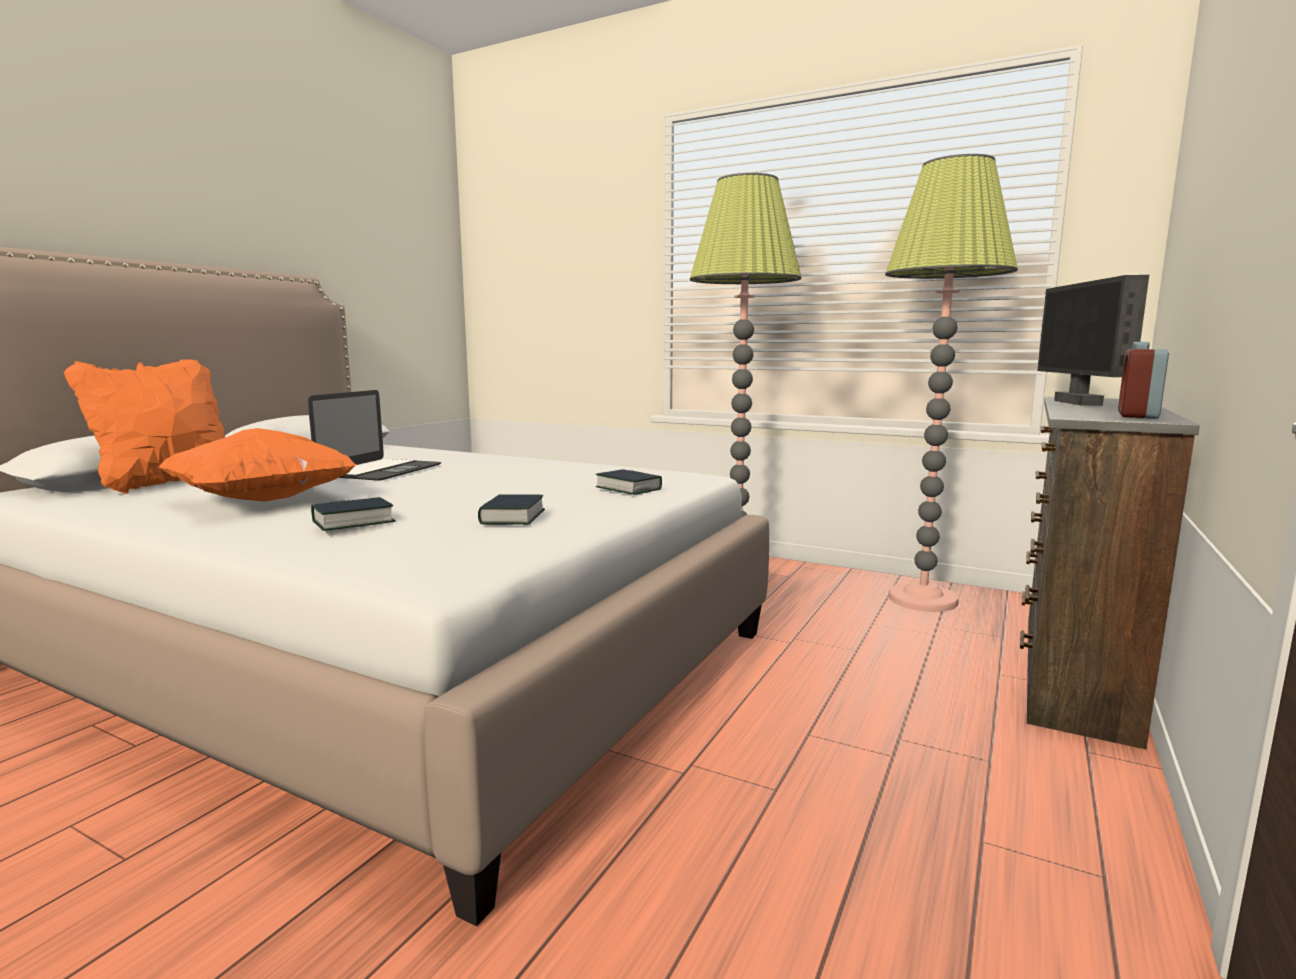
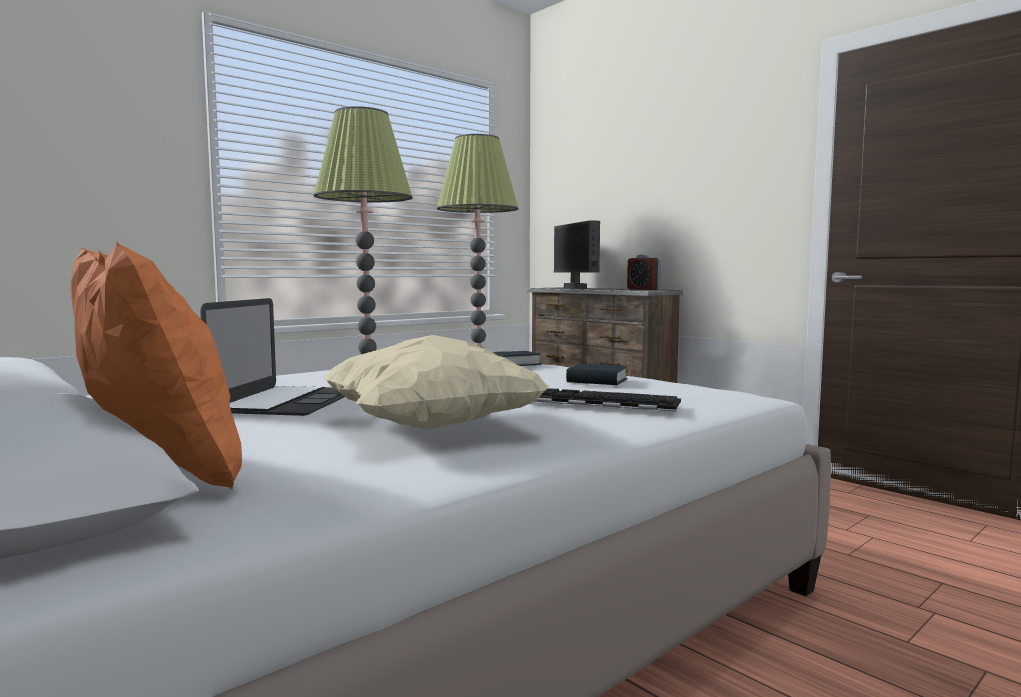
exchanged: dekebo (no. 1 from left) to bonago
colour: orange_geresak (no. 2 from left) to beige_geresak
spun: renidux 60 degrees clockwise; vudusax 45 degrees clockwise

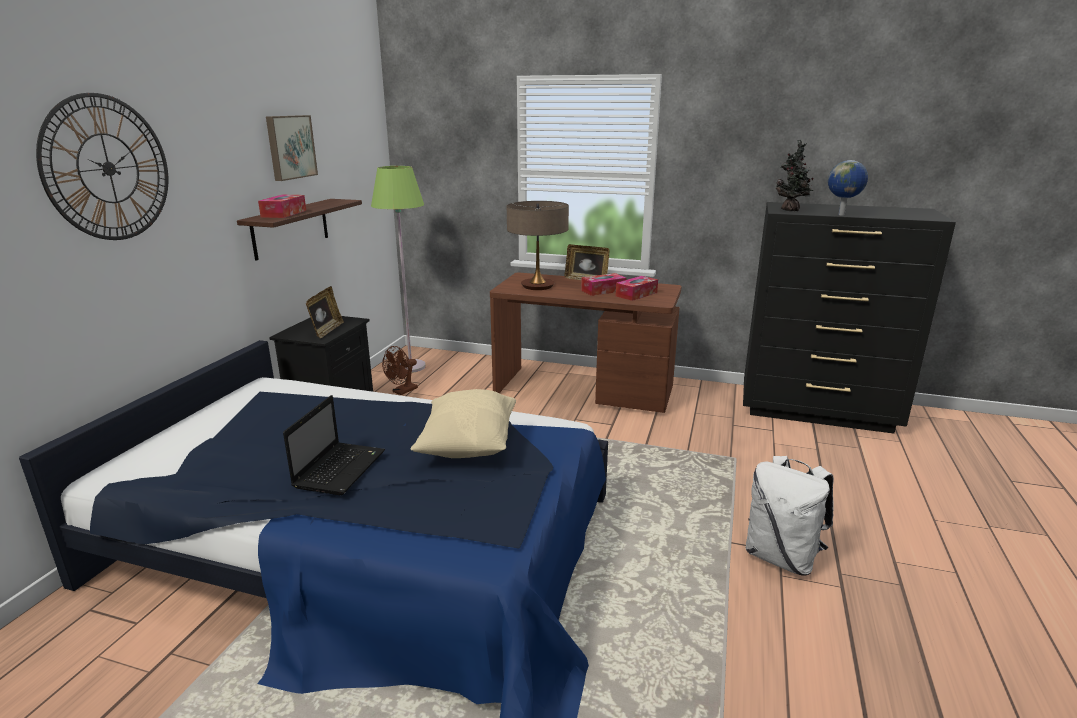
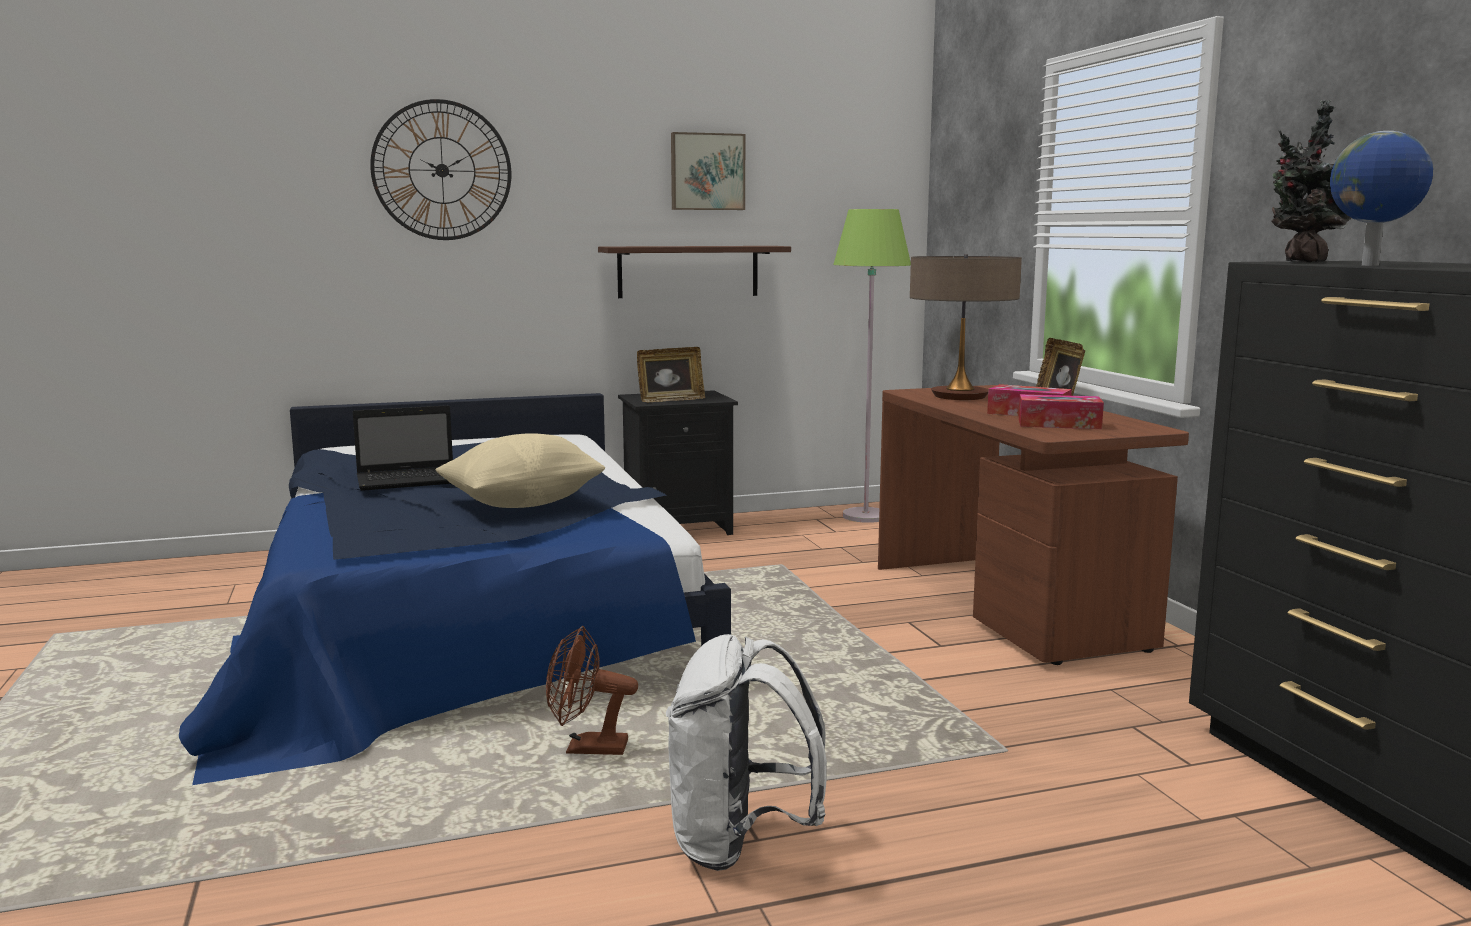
missing: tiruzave (no. 1 from left)
relocated: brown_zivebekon

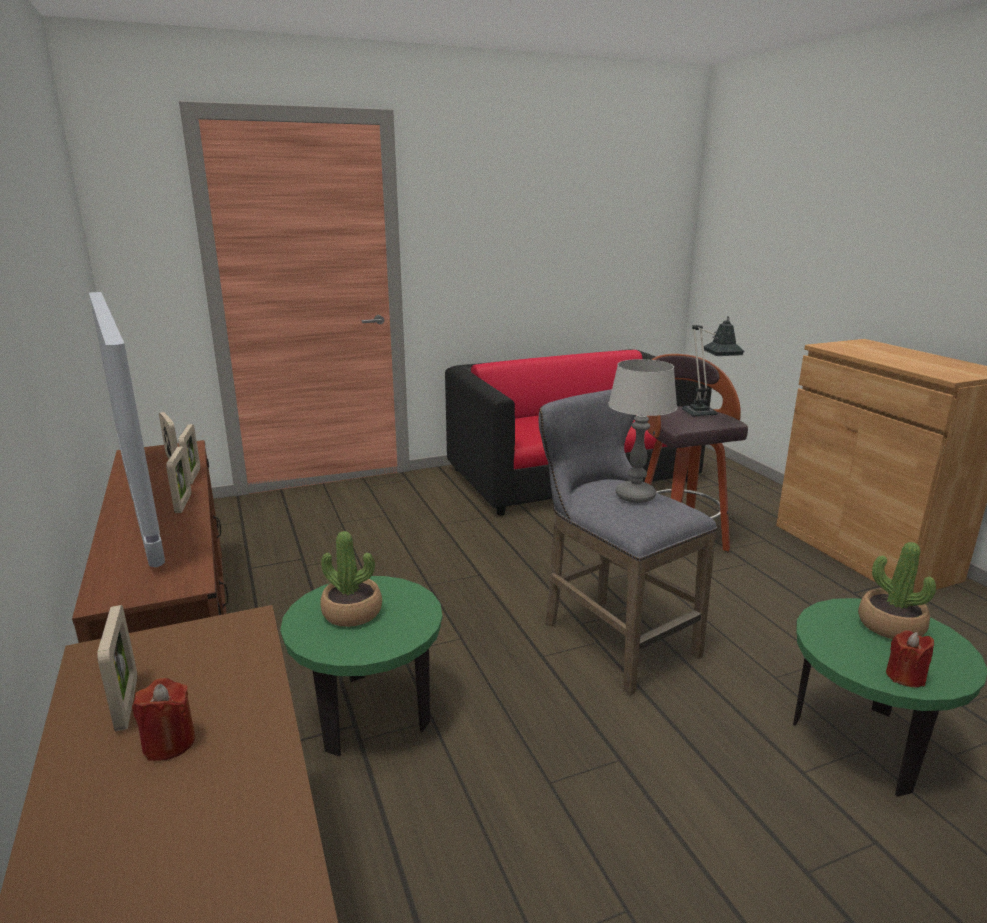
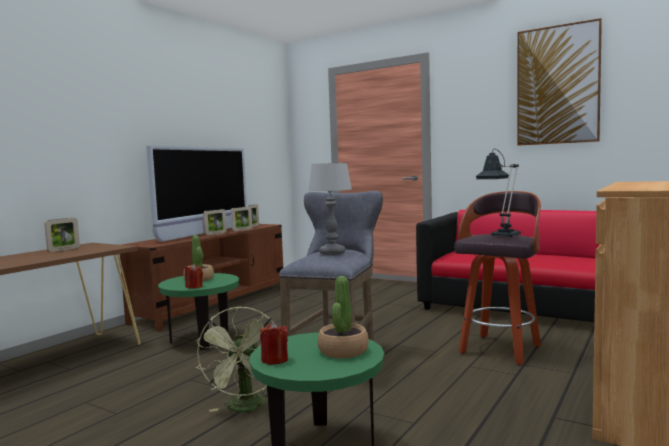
appeared: green_zivebekon; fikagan
relocated: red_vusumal (no. 1 from left)

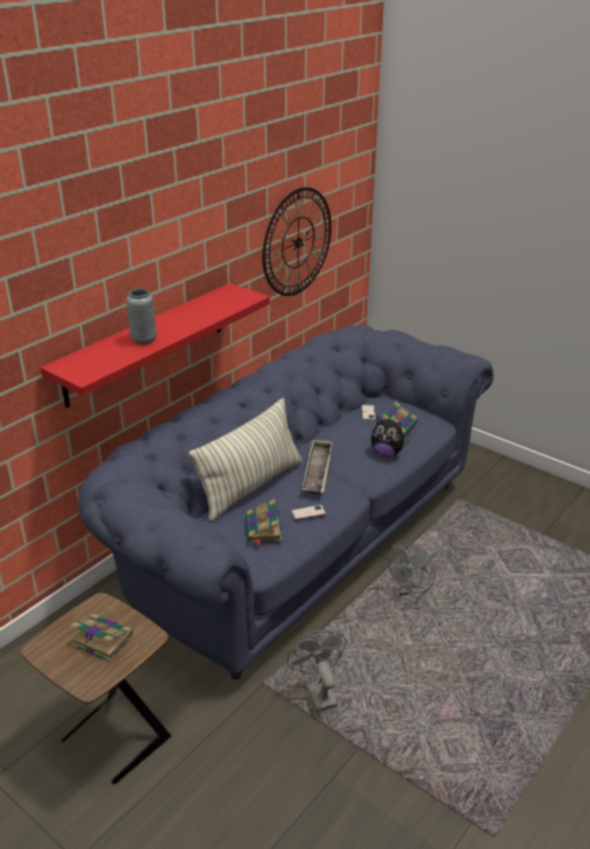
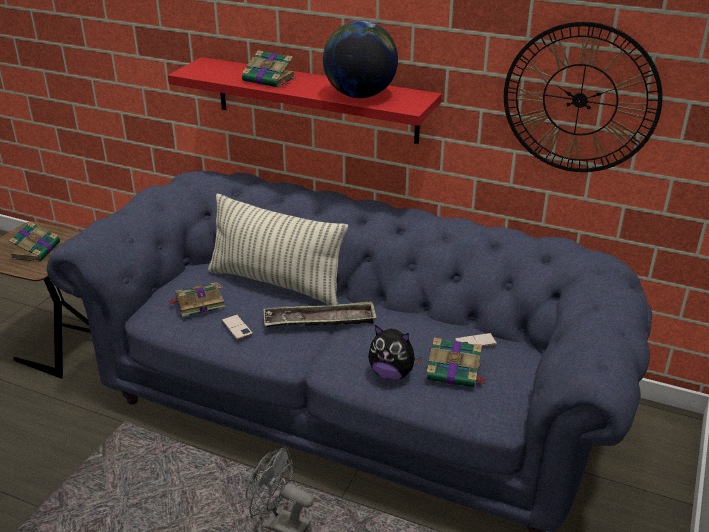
missing: grey_zivebekon (no. 1 from left)
appeared: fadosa
exchanged: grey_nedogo to dekebo (no. 3 from left)
spun: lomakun 75 degrees counterclockwise

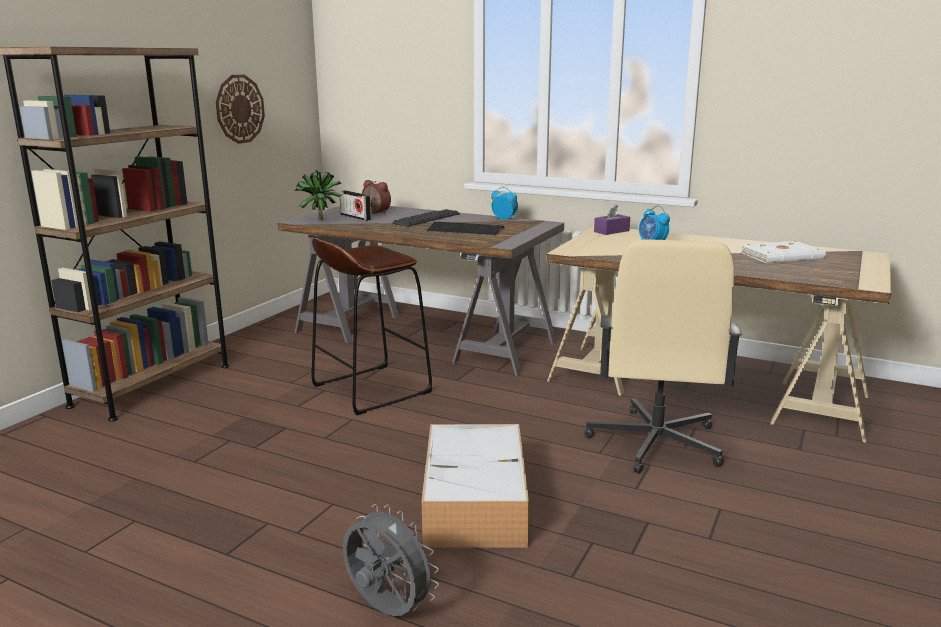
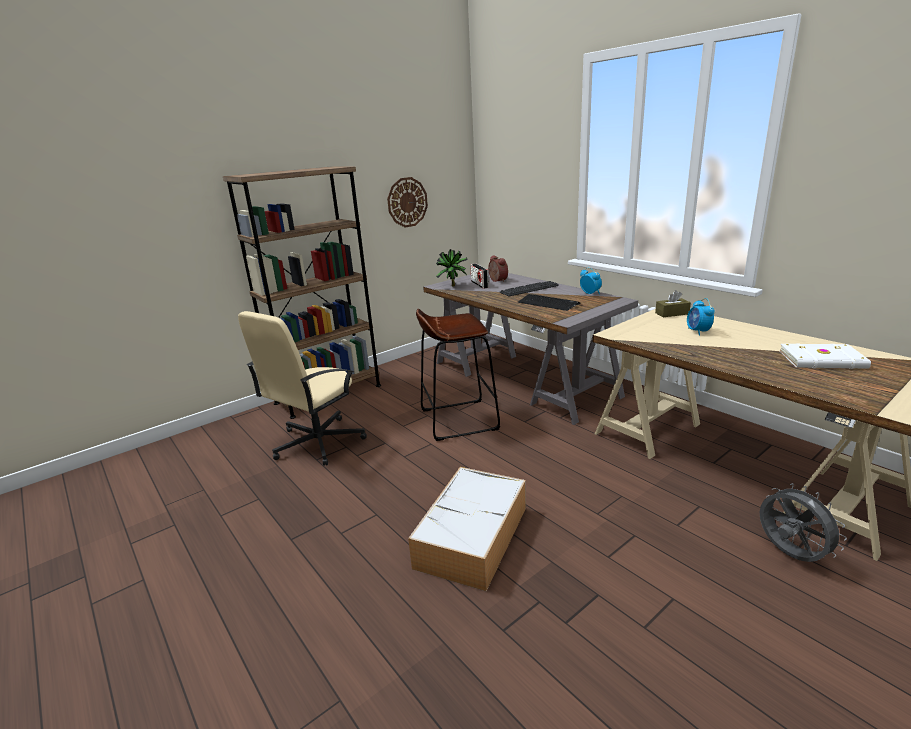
relocated: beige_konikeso; grey_zivebekon
colour: purple_tiruzave to brown_tiruzave

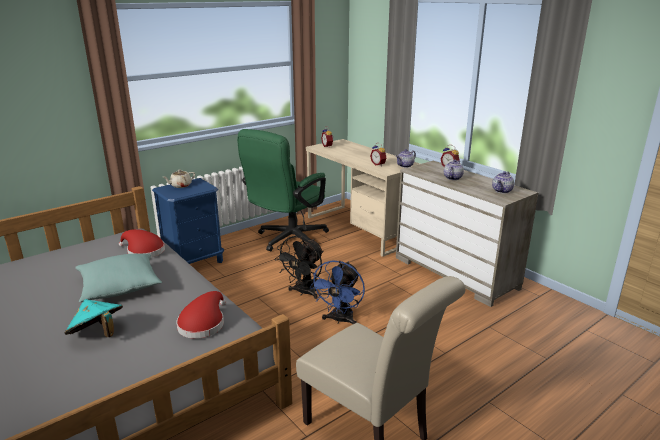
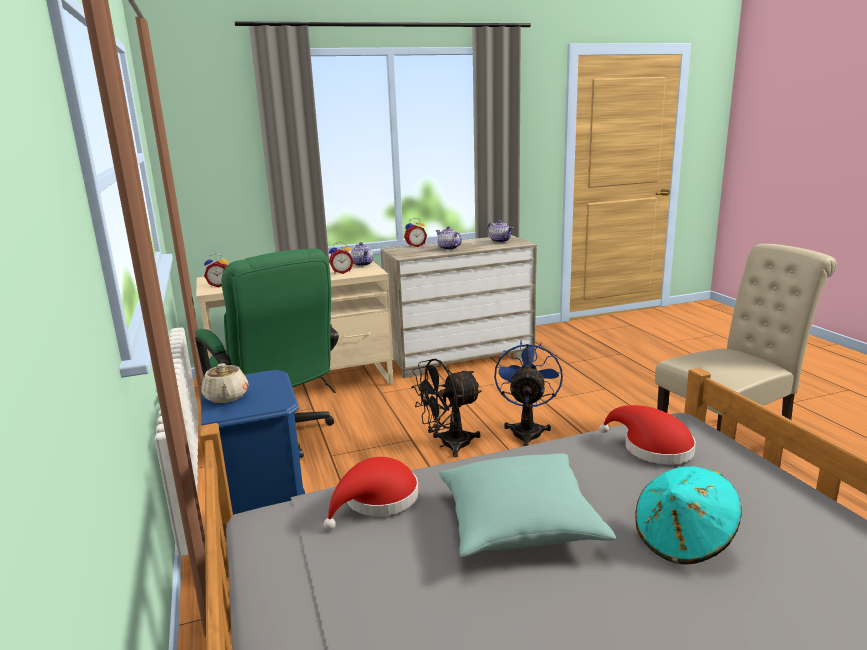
spun: black_zivebekon 105 degrees clockwise; blue_zivebekon 120 degrees counterclockwise

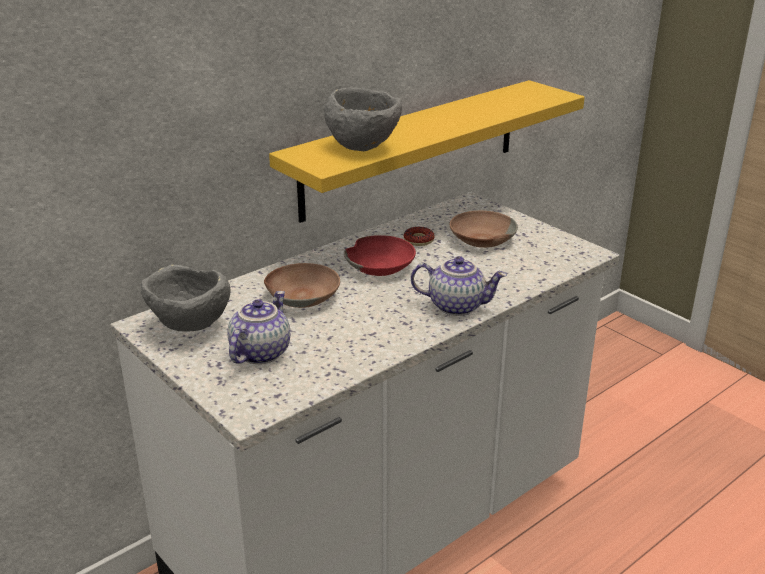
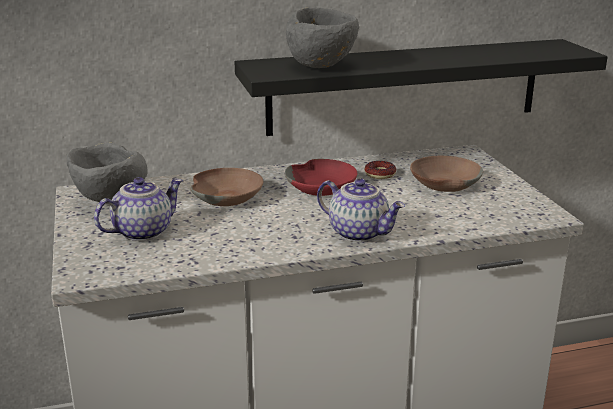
colour: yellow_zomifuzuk to black_zomifuzuk

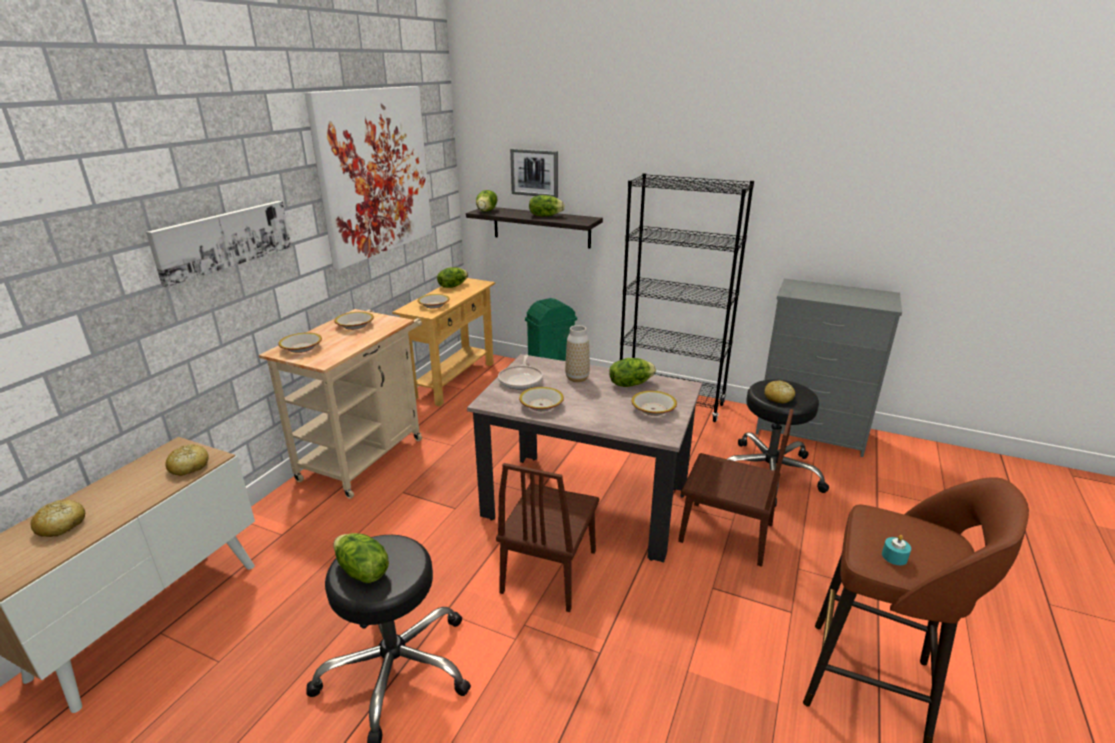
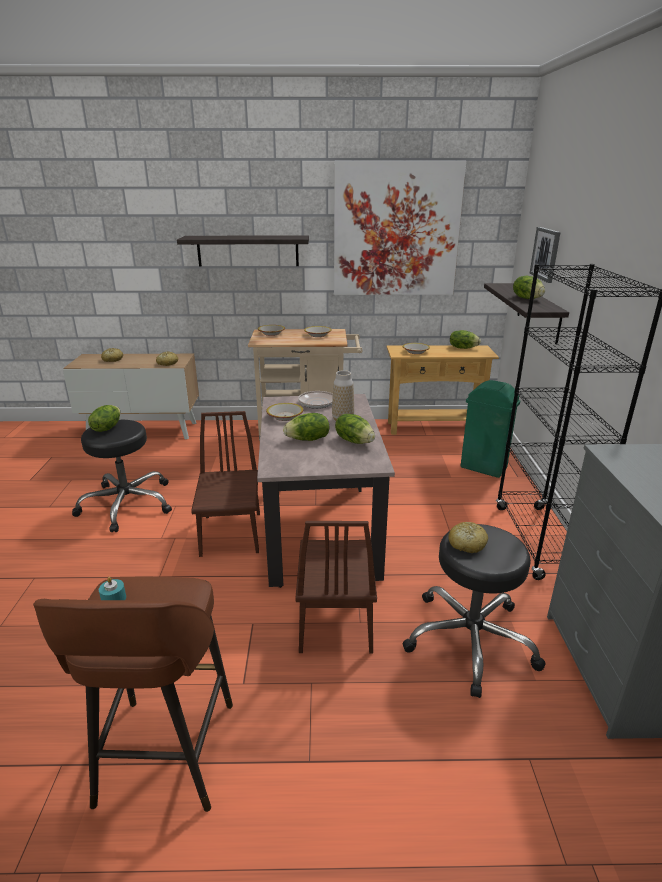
missing: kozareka (no. 5 from left)
relocated: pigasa (no. 3 from left in the first image) to pigasa (no. 2 from left)
exchanged: fikagan (no. 1 from left) to zomifuzuk (no. 1 from left)
spun: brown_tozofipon (no. 1 from left) 90 degrees clockwise

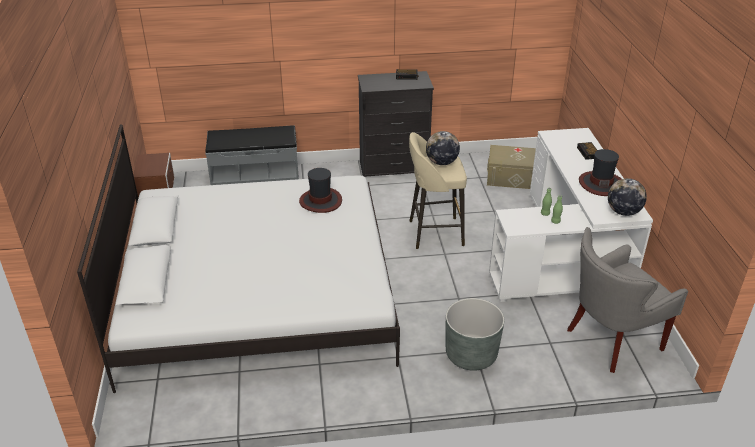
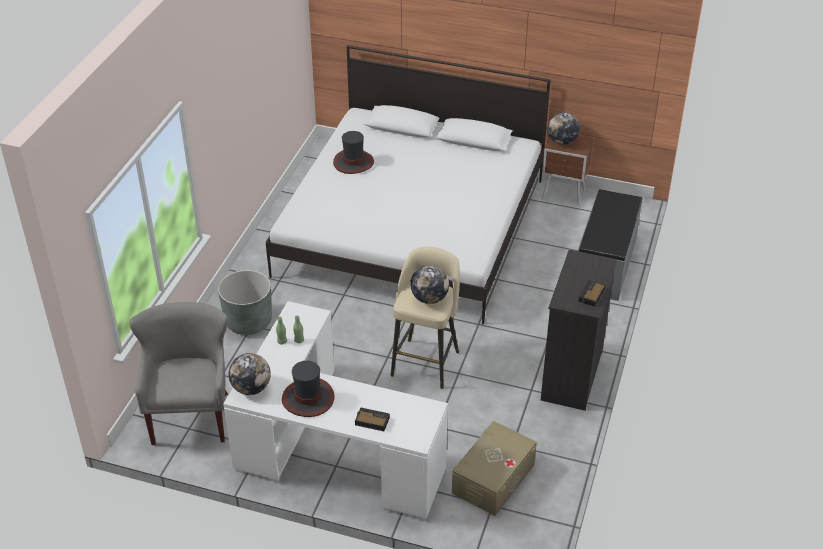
appeared: fadosa (no. 3 from left)
relocated: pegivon (no. 1 from left in the first image) to pegivon (no. 2 from left)

